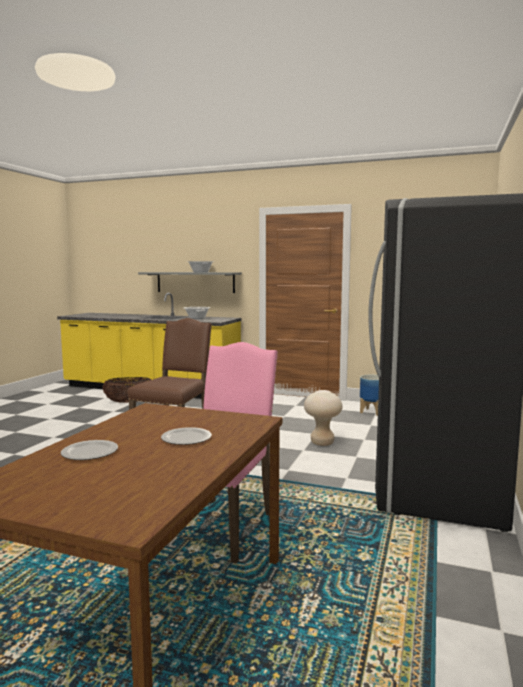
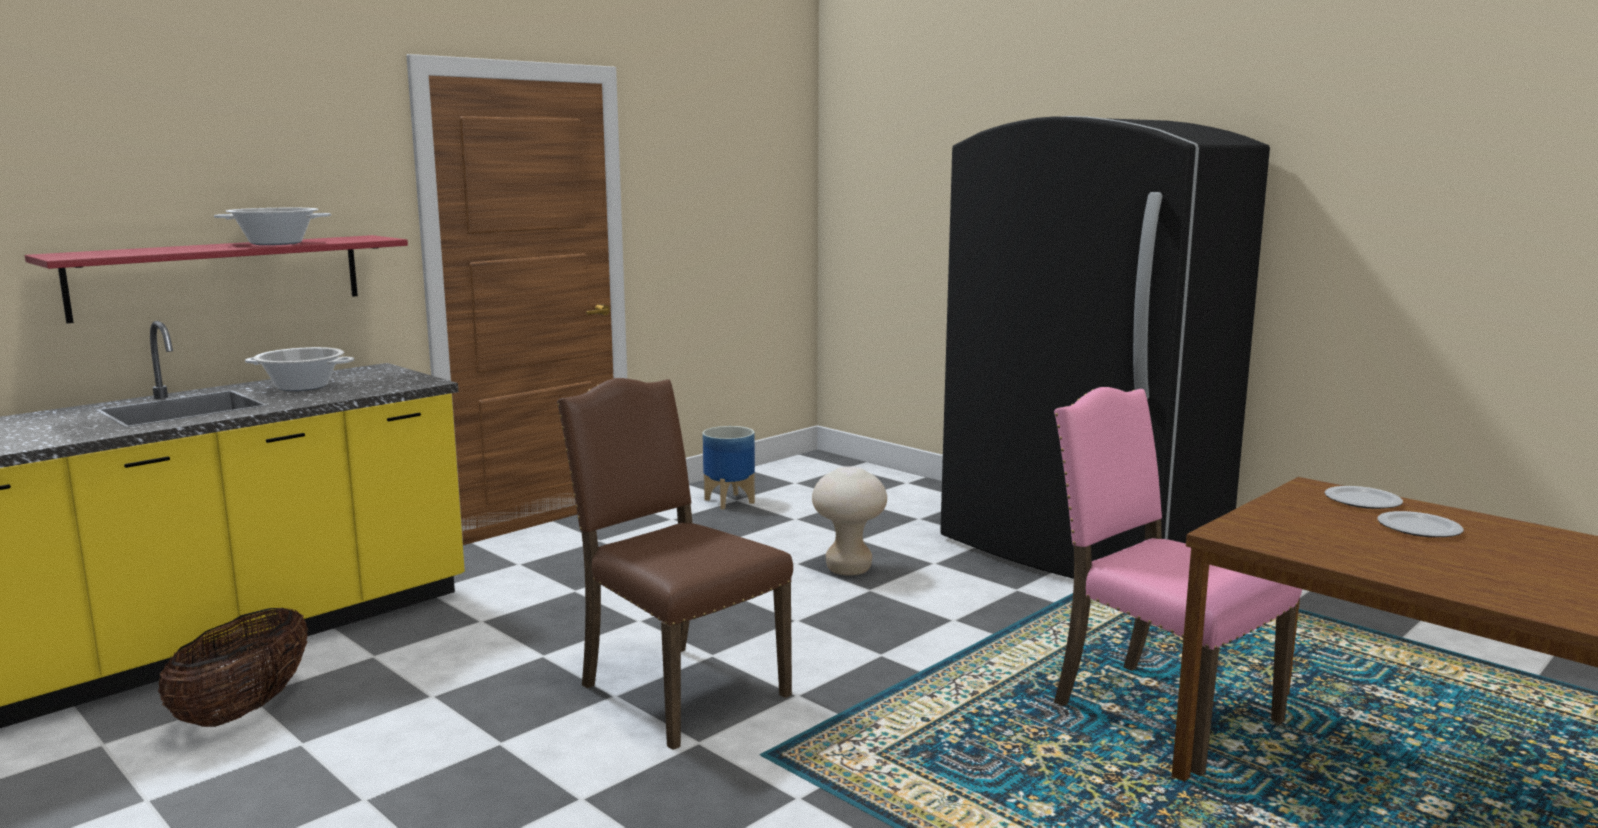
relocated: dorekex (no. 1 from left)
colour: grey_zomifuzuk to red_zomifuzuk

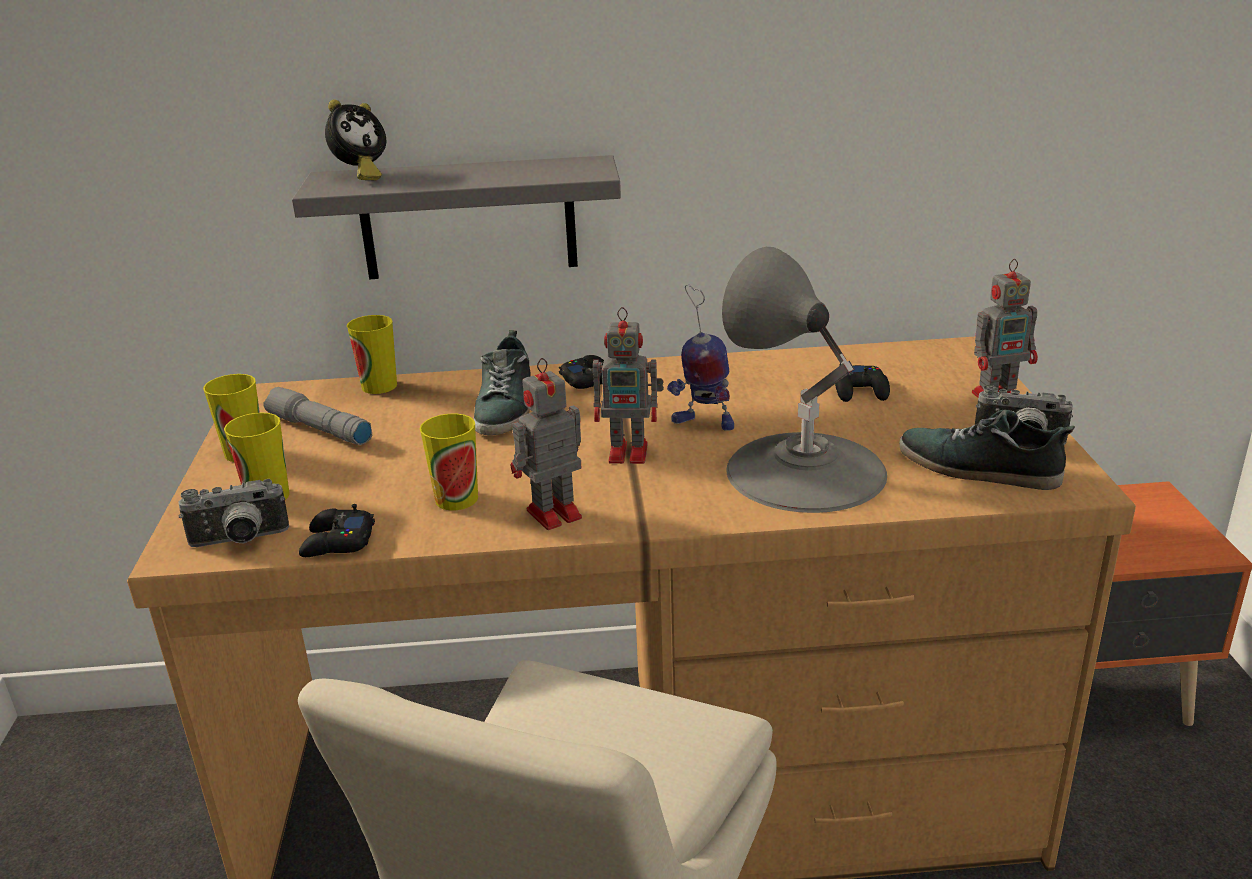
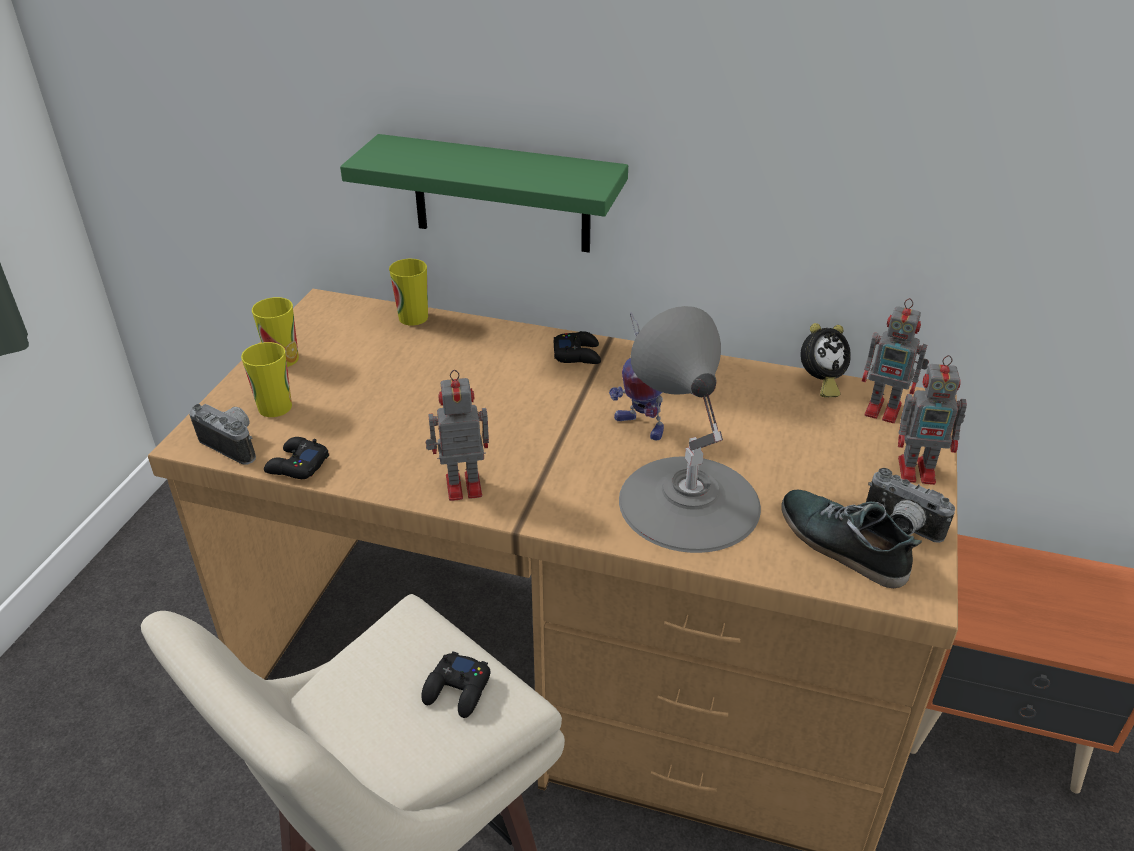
missing: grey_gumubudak; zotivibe (no. 4 from left); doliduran (no. 1 from left)
relocated: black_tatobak (no. 3 from left in the first image) to black_tatobak (no. 2 from left); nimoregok; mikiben (no. 2 from left in the first image) to mikiben (no. 3 from left)
colour: grey_zomifuzuk to green_zomifuzuk
spun: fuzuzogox (no. 1 from left) 150 degrees counterclockwise

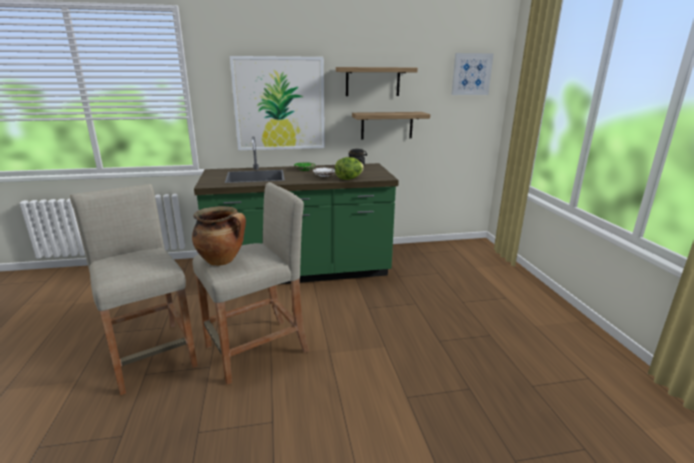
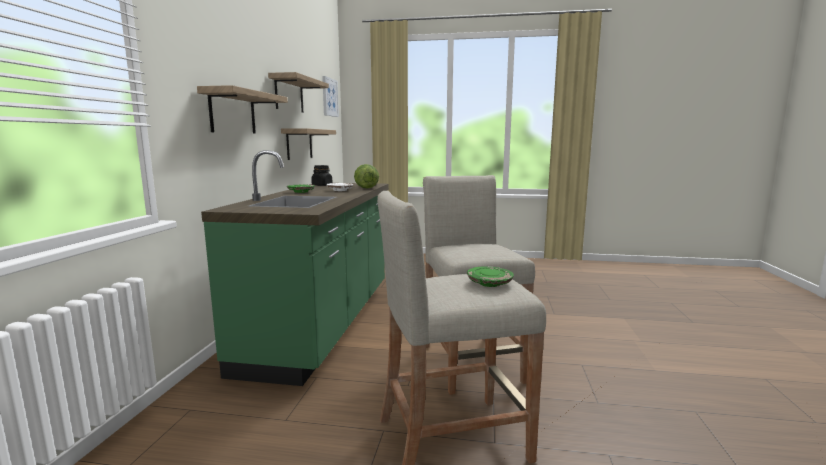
missing: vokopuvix
appeared: green_dorekex (no. 2 from left)
exchanged: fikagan (no. 1 from left) to zomifuzuk (no. 1 from left)

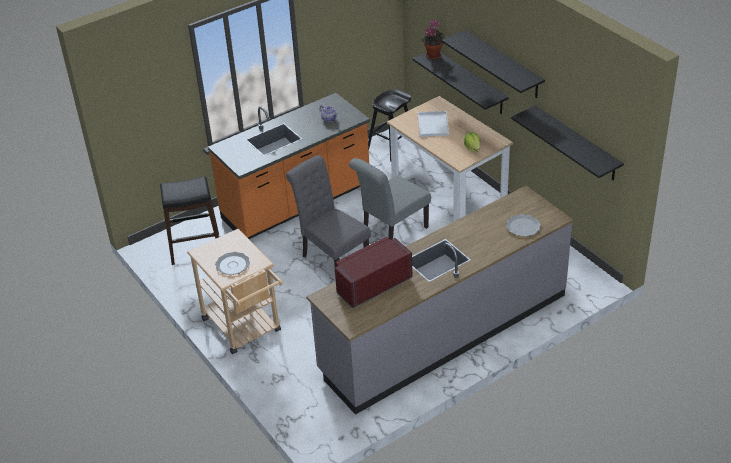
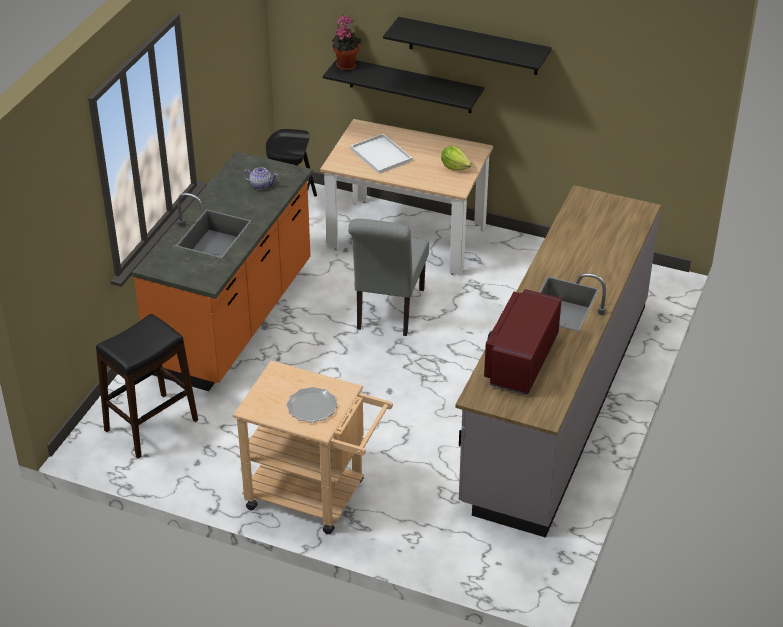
missing: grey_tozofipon (no. 1 from left); dorekex (no. 2 from left); black_zomifuzuk (no. 3 from left)

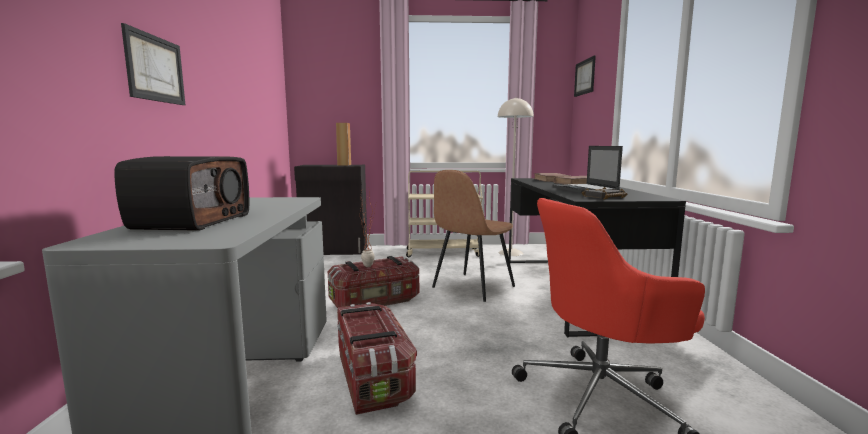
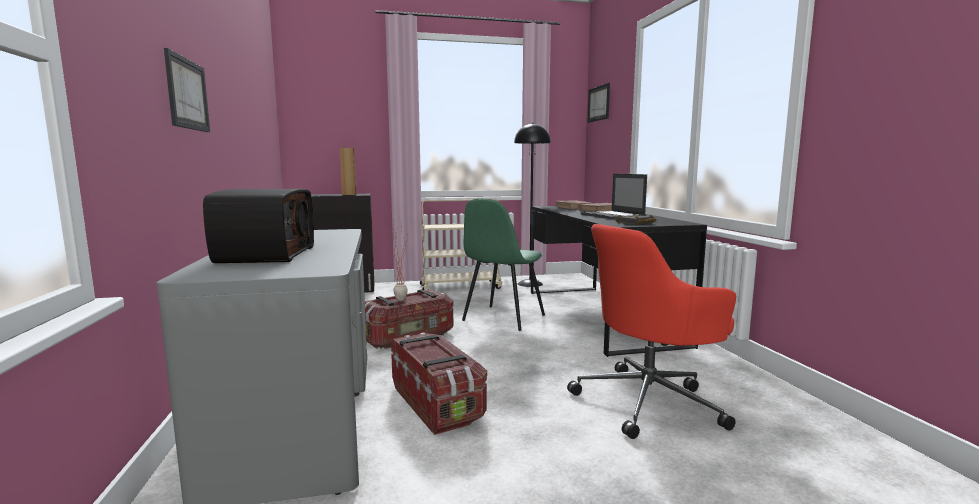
colour: brown_tozofipon to green_tozofipon; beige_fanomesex to black_fanomesex

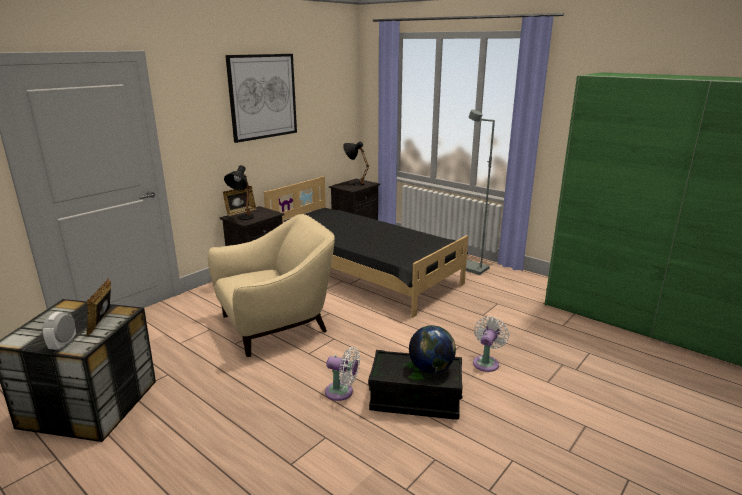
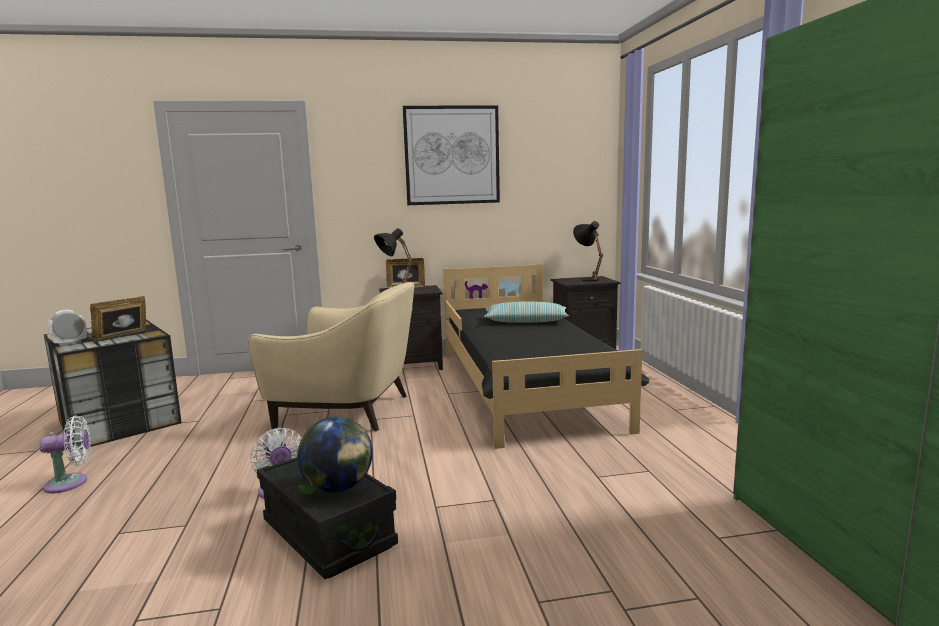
missing: grey_fanomesex
appeared: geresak
relocated: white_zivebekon (no. 2 from left in the first image) to white_zivebekon (no. 1 from left)

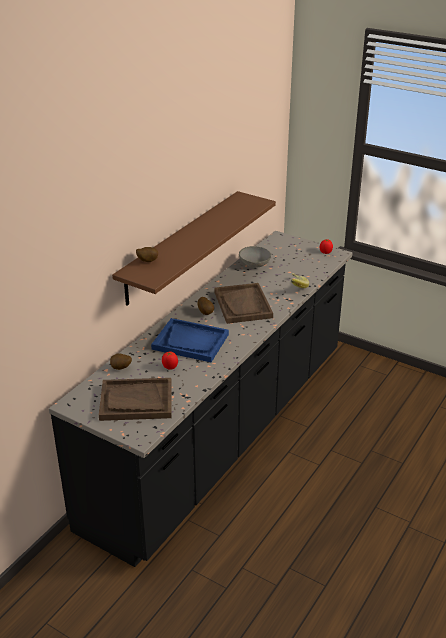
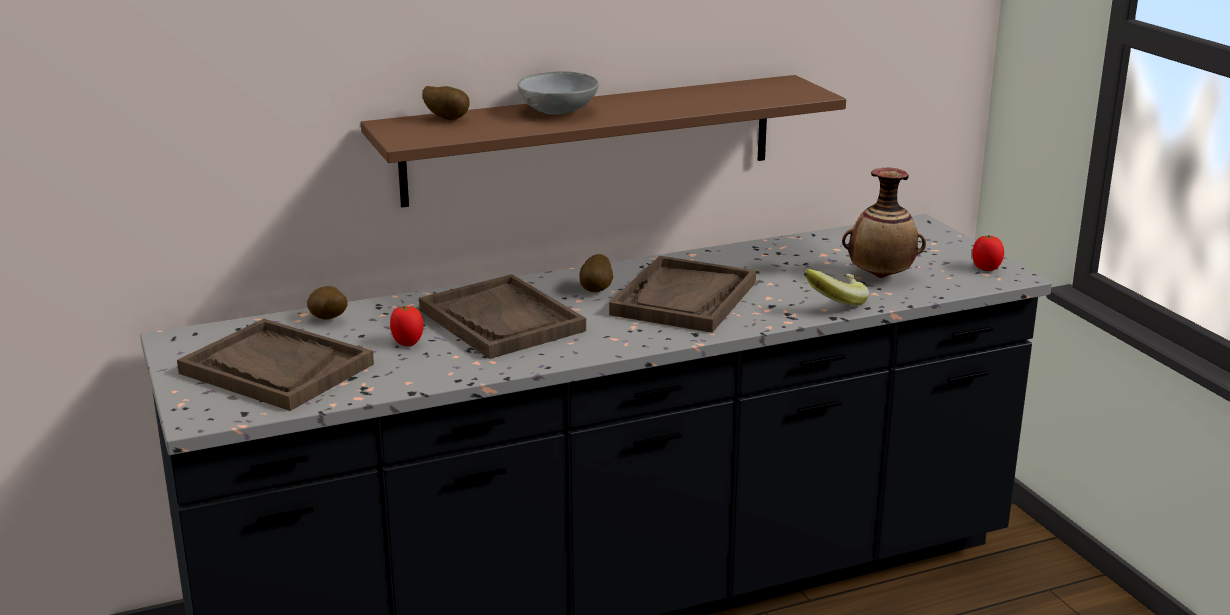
appeared: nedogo
relocated: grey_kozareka
colour: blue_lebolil to brown_lebolil (no. 2 from left)

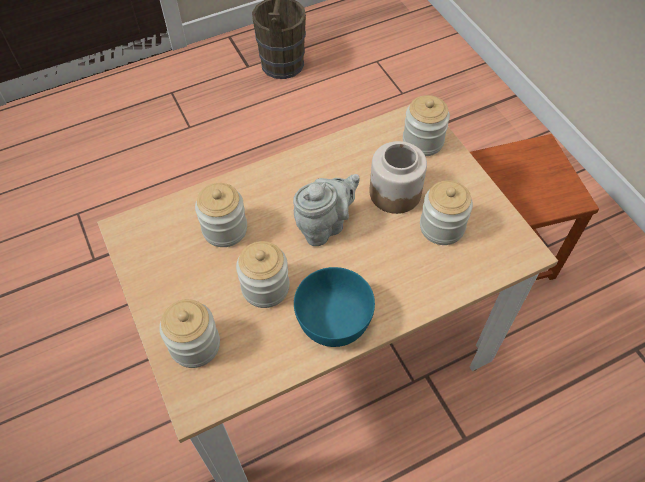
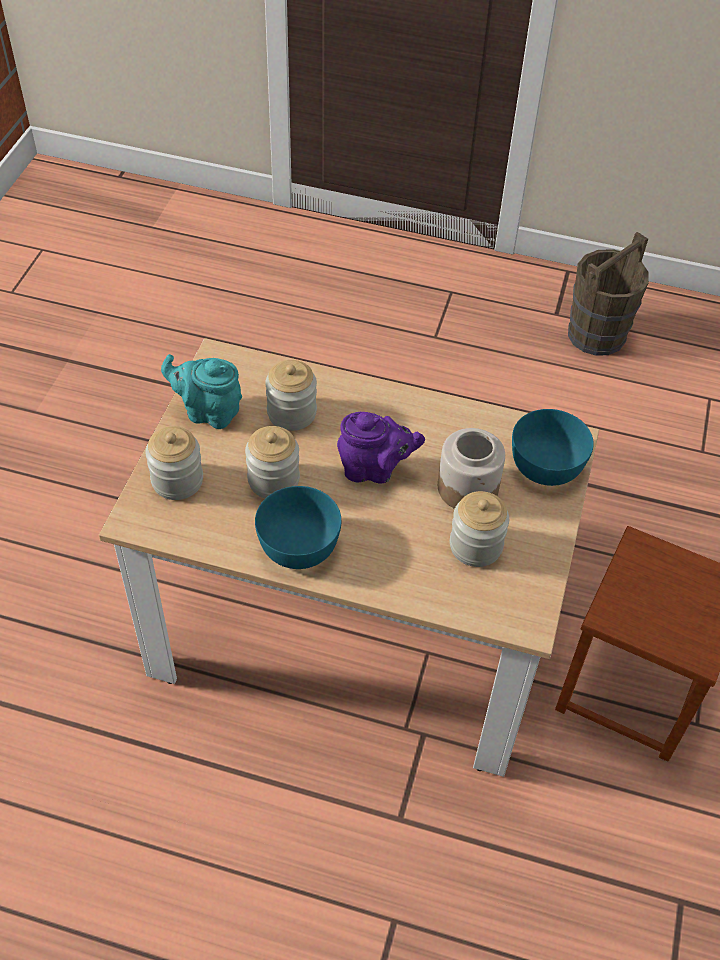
appeared: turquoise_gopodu
exchanged: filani (no. 5 from left) to turquoise_kozareka (no. 2 from left)
colour: grey_gopodu to purple_gopodu

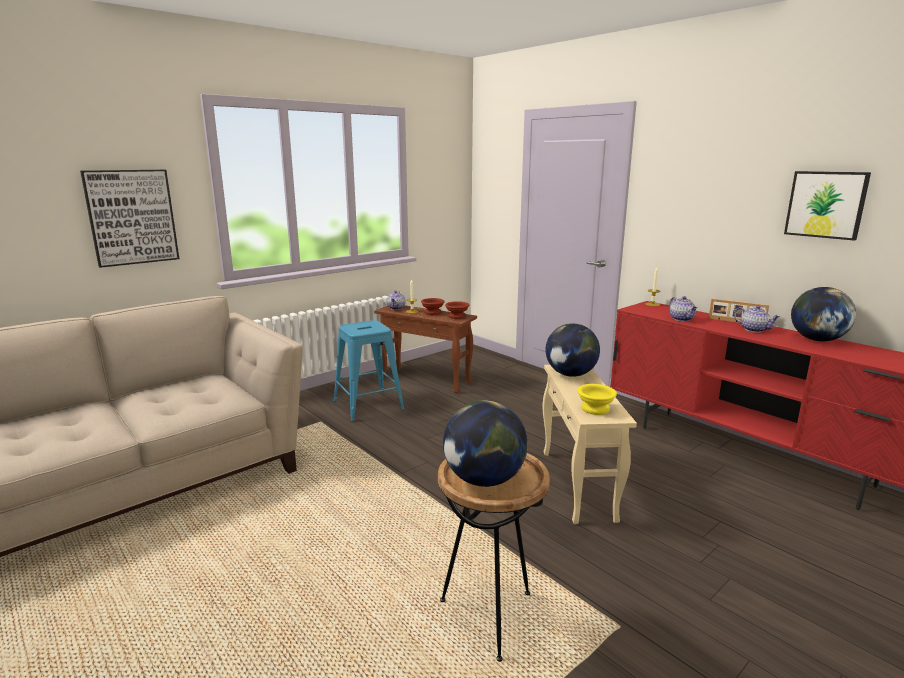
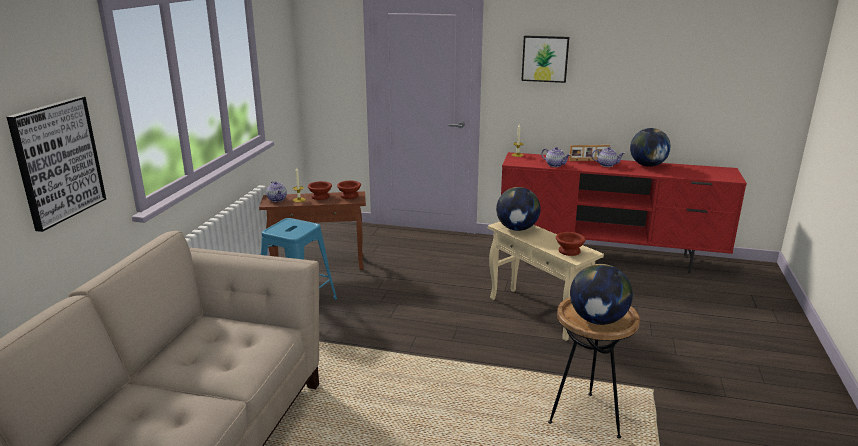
relocated: fikagan (no. 2 from left)
colour: yellow_kozareka to brown_kozareka (no. 3 from left)

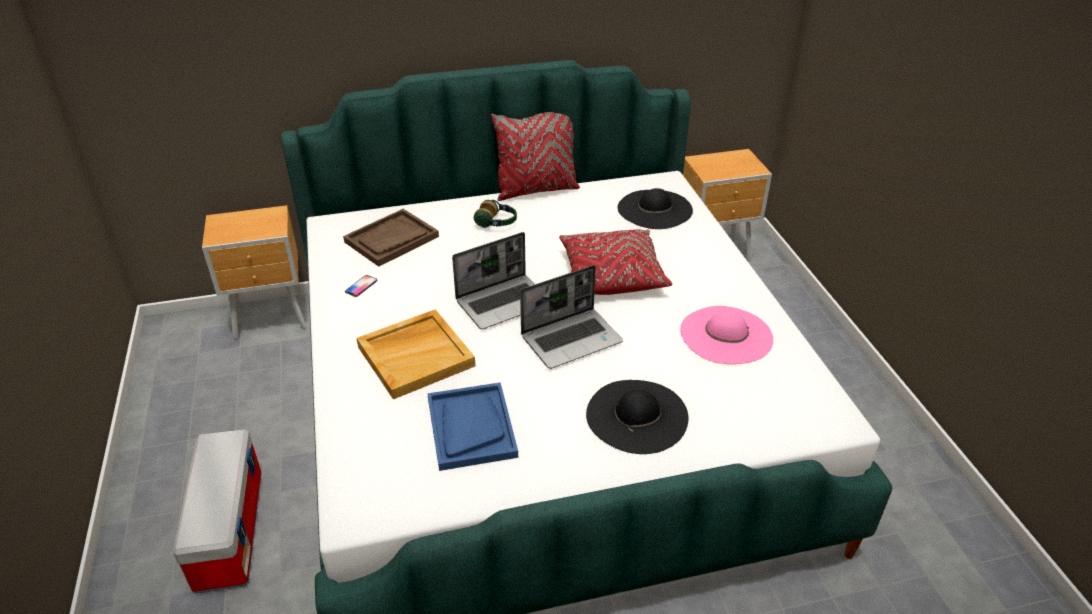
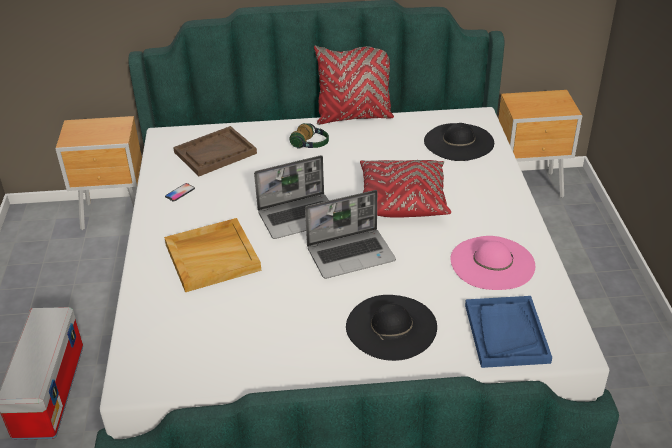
relocated: blue_lebolil

